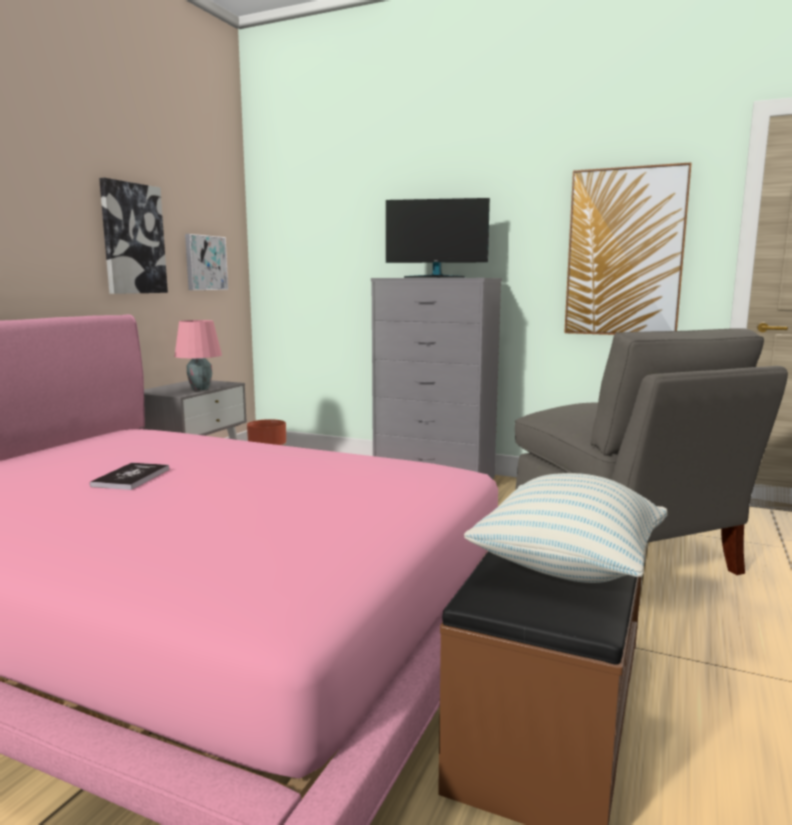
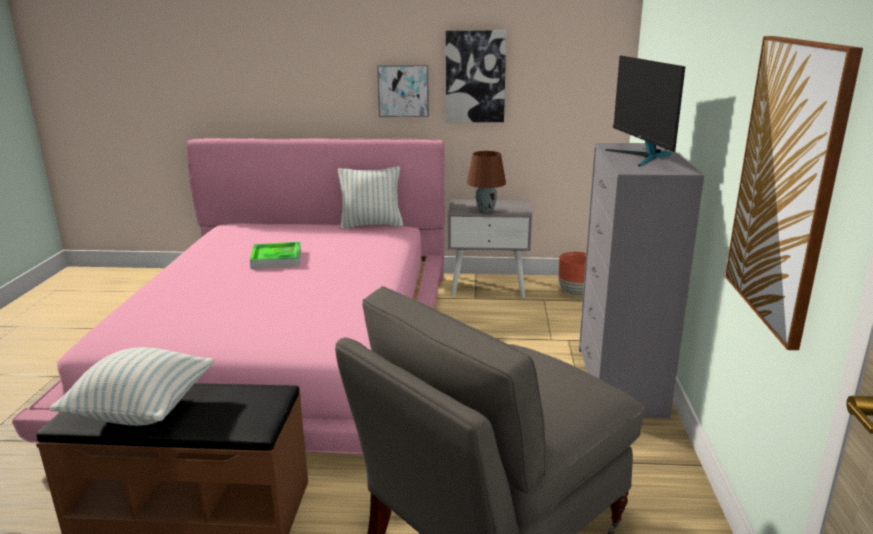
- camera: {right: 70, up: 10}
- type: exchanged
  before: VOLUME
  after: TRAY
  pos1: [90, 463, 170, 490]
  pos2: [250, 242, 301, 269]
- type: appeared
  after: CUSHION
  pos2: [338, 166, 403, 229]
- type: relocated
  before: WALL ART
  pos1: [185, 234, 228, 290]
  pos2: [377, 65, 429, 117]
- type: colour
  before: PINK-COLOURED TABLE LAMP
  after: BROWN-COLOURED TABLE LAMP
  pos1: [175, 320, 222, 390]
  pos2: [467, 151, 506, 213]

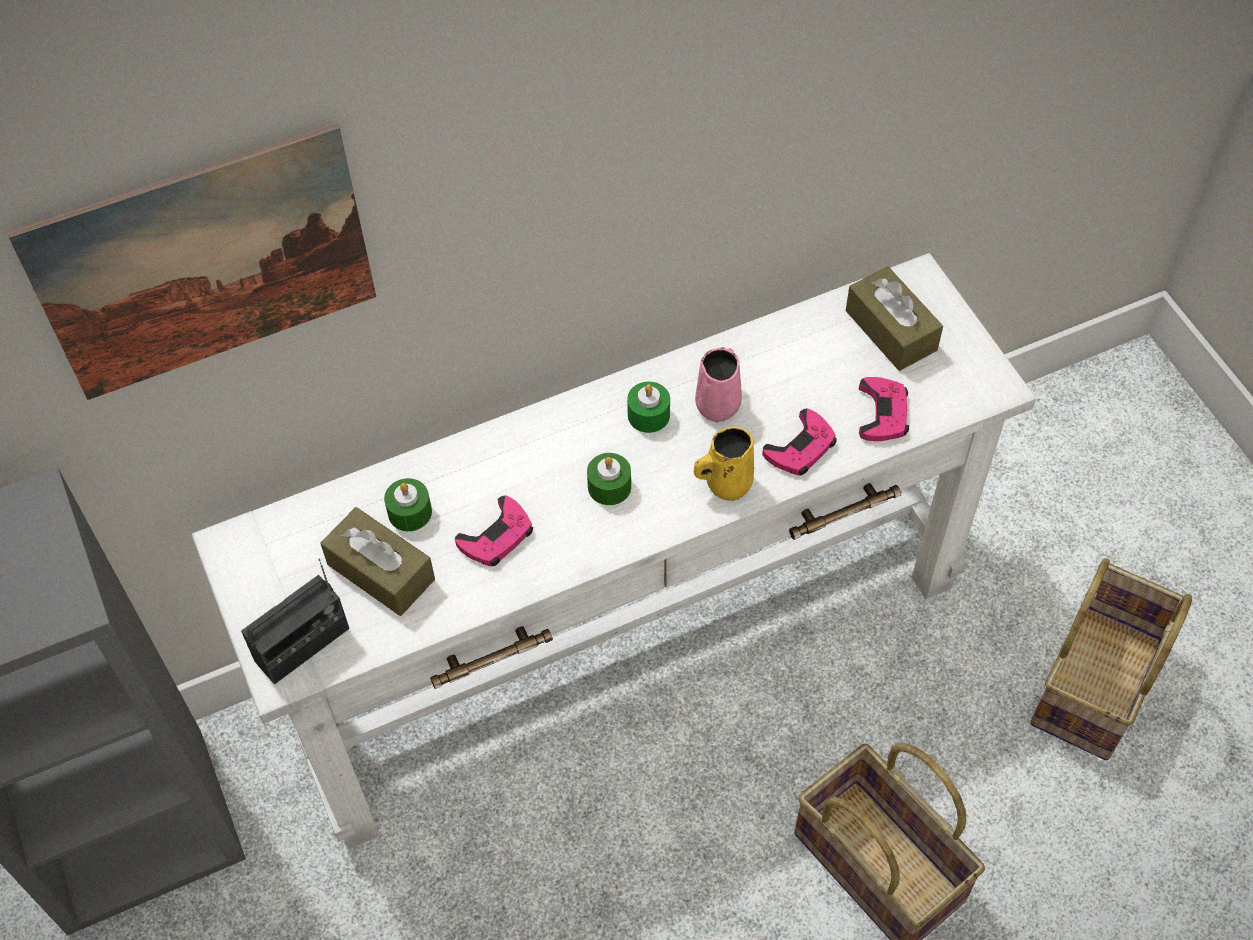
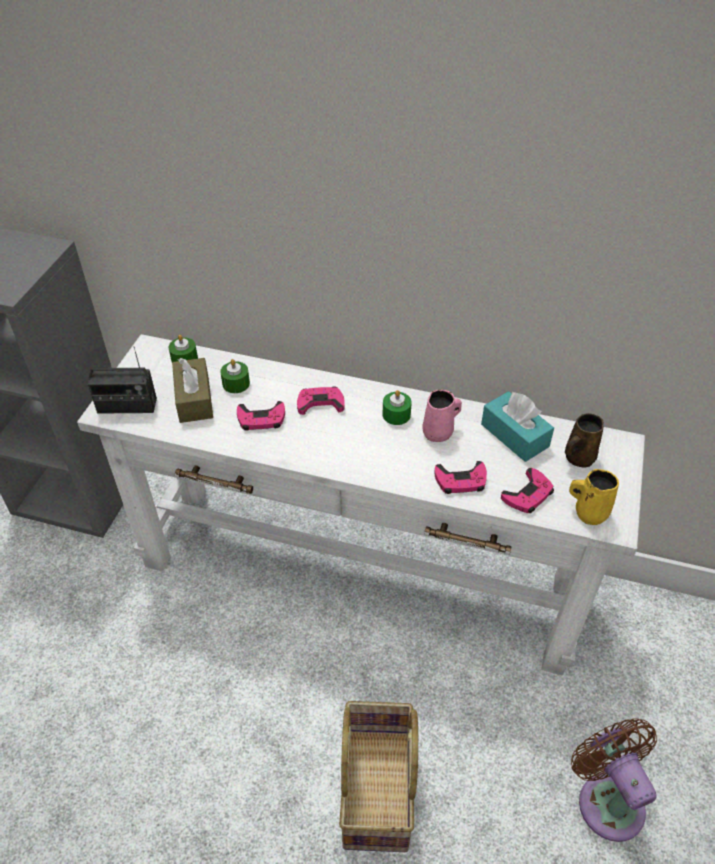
- camera: {right: 40, up: -10}
- type: relocated
  before: GREEN WAX LIGHT
  pos1: [587, 453, 631, 505]
  pos2: [168, 335, 198, 362]
- type: appeared
  after: PINK-COLOURED JOYPAD
  pos2: [297, 386, 345, 415]
- type: appeared
  after: TURQUOISE BOX OF TISSUES
  pos2: [481, 391, 554, 462]
- type: exchanged
  before: BROWN-COLOURED BOX OF TISSUES
  after: BROWN-COLOURED COFFEE MUG
  pos1: [846, 266, 943, 371]
  pos2: [565, 413, 604, 467]
- type: relocated
  before: YELLOWISH COFFEE MUG
  pos1: [694, 427, 754, 501]
  pos2: [569, 469, 619, 525]
- type: exchanged
  before: STORAGE BASKET
  after: BROWN-COLOURED FAN
  pos1: [1030, 558, 1192, 760]
  pos2: [571, 718, 657, 842]
- type: missing
  before: WALL ART
  pos1: [7, 123, 376, 400]

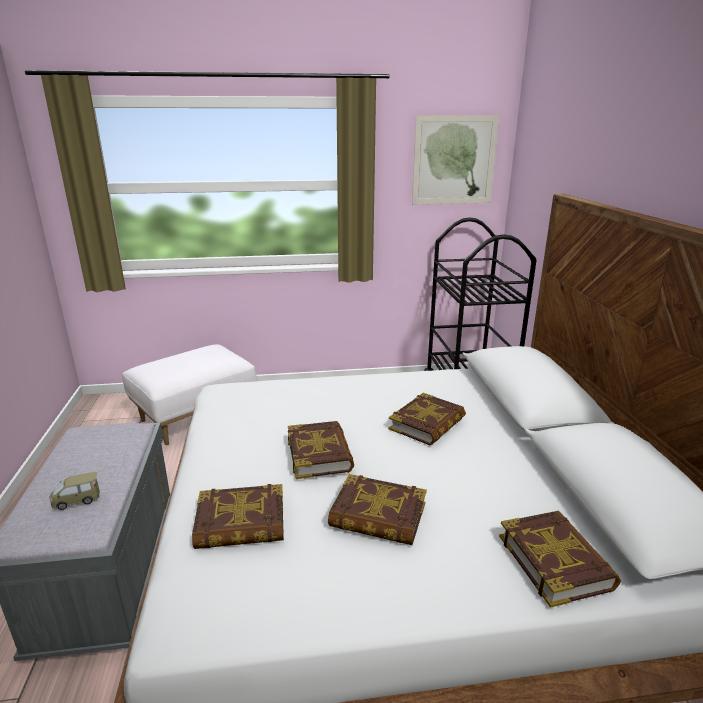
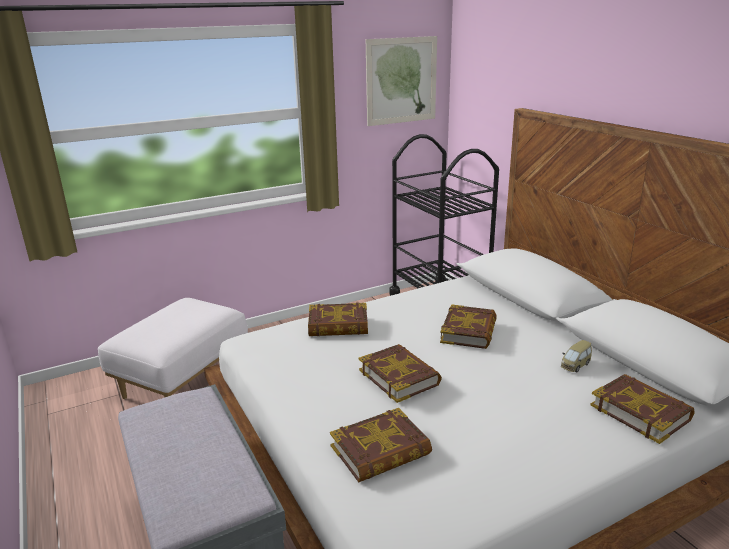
- camera: {right: -20, up: 0}
- type: relocated
  before: VOLUME
  pos1: [328, 474, 427, 545]
  pos2: [308, 302, 368, 336]
- type: relocated
  before: MODEL CAR
  pos1: [50, 472, 99, 510]
  pos2: [561, 340, 592, 372]

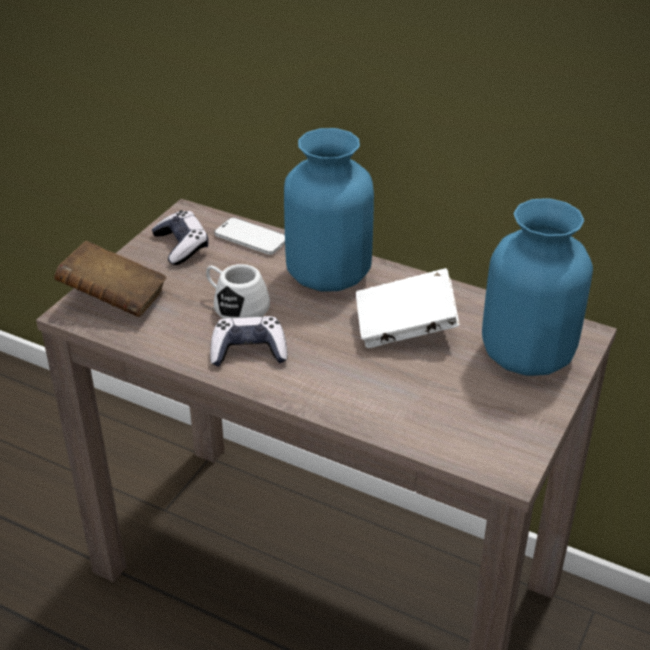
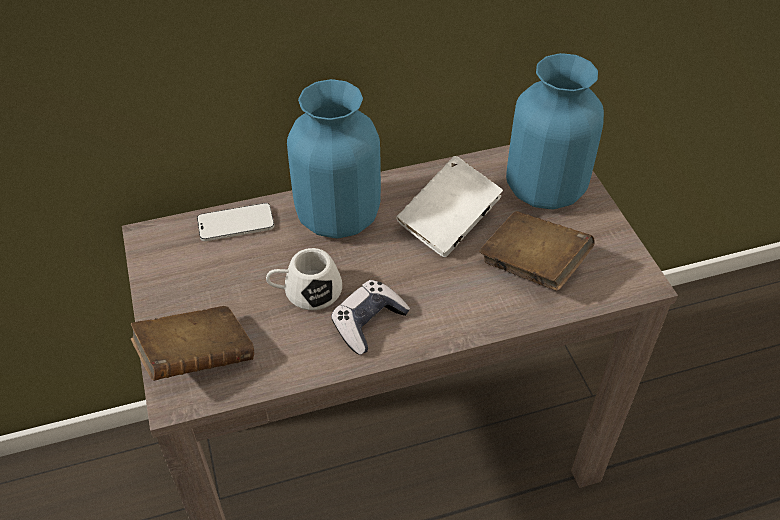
- camera: {right: -45, up: 10}
- type: appeared
  after: BROWN-COLOURED VOLUME
  pos2: [479, 211, 595, 291]
- type: missing
  before: JOYPAD
  pos1: [152, 210, 208, 265]

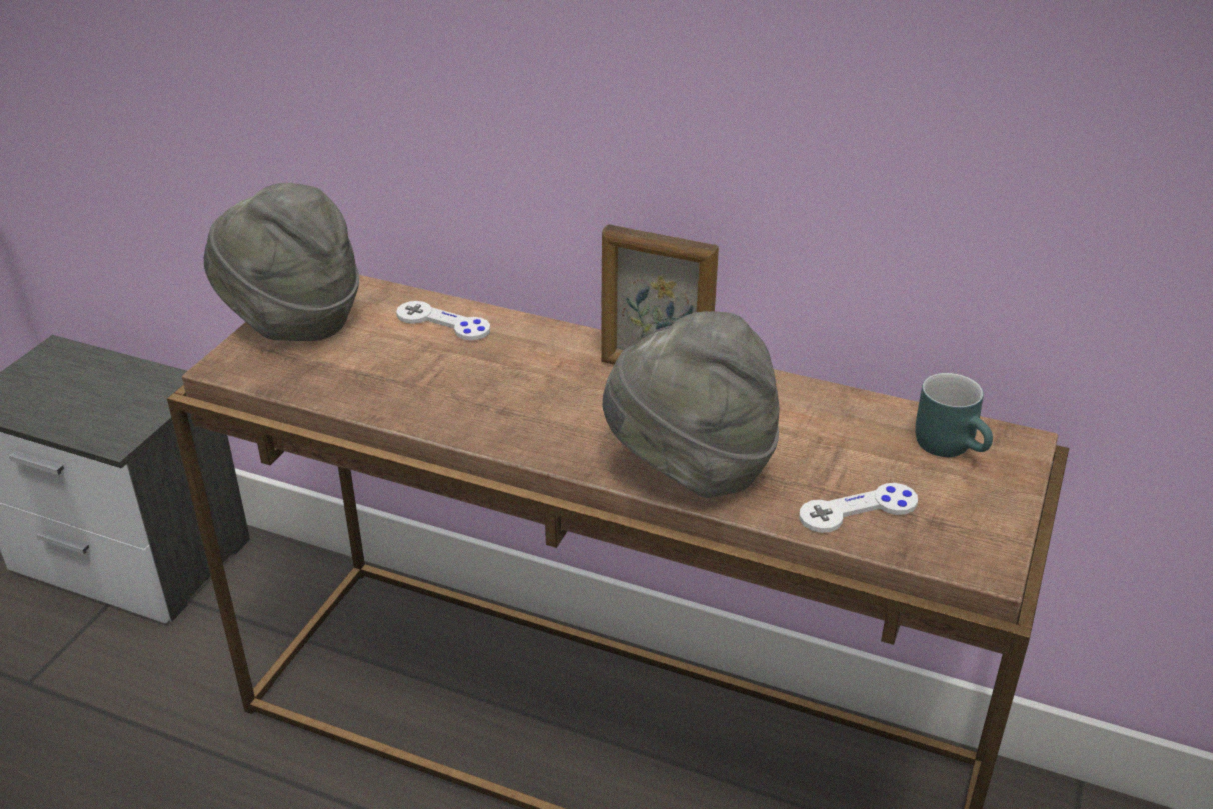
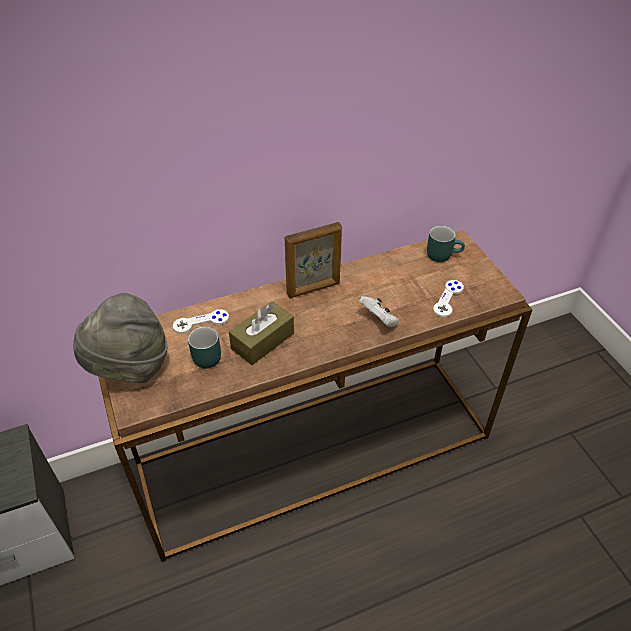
- camera: {right: -45, up: 10}
- type: appeared
  after: TURQUOISE COFFEE MUG
  pos2: [188, 326, 221, 369]
- type: appeared
  after: BROWN-COLOURED BOX OF TISSUES
  pos2: [229, 301, 294, 365]
- type: exchanged
  before: GRAY WEARABLE HAT
  after: WHITISH JOYPAD
  pos1: [602, 311, 779, 498]
  pos2: [359, 296, 399, 327]

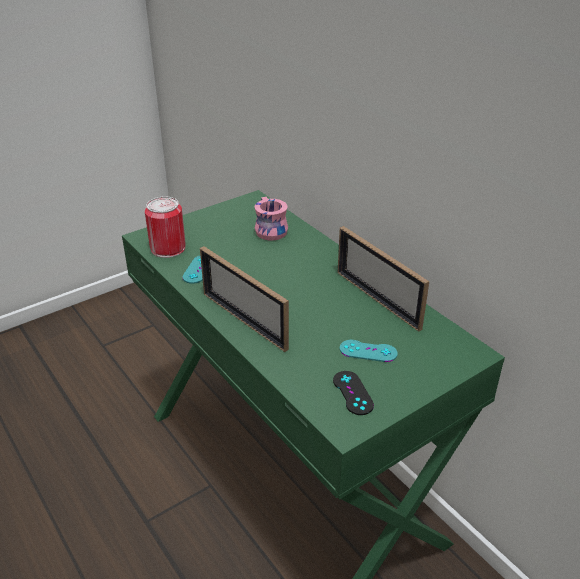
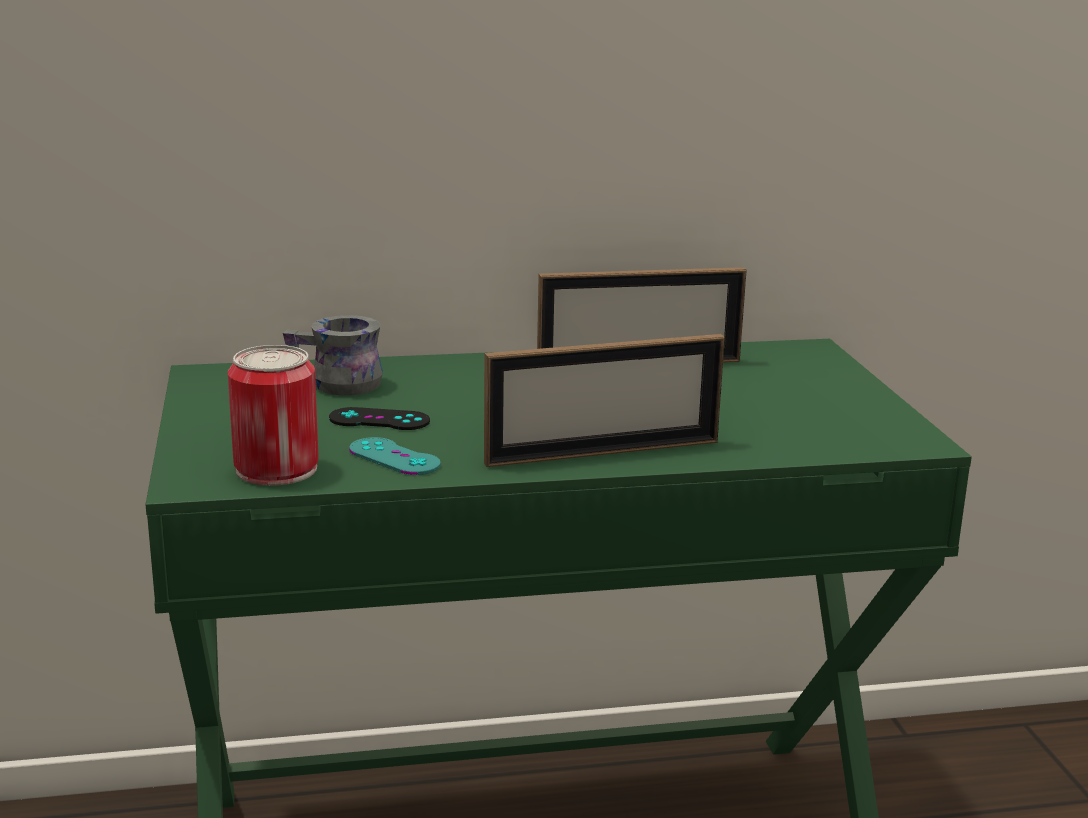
- camera: {right: -65, up: -15}
- type: colour
  before: PINK-COLOURED COFFEE MUG
  after: GRAY COFFEE MUG
  pos1: [255, 197, 288, 241]
  pos2: [283, 315, 383, 395]
- type: relocated
  before: BLACK JOYPAD
  pos1: [333, 371, 374, 415]
  pos2: [329, 407, 430, 430]
- type: missing
  before: TURQUOISE JOYPAD
  pos1: [340, 340, 398, 362]

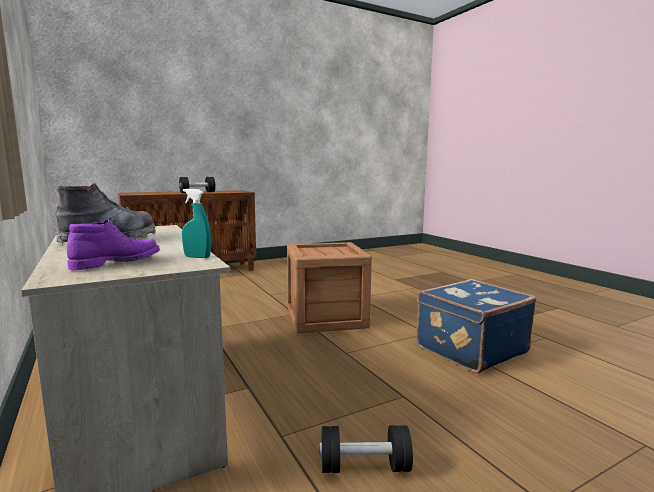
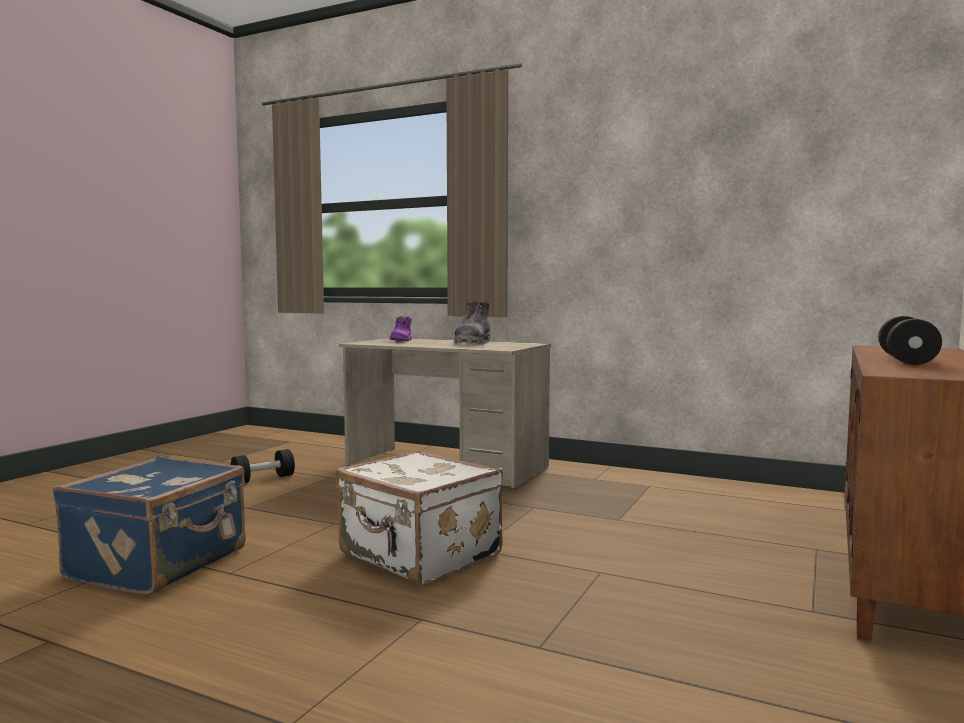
- camera: {right: 145, up: -5}
- type: exchanged
  before: SHIPPING CRATE
  after: WHITISH PIECE OF LUGGAGE
  pos1: [287, 242, 372, 333]
  pos2: [335, 450, 503, 586]
- type: missing
  before: TURQUOISE SPRAY BOTTLE
  pos1: [182, 189, 211, 258]

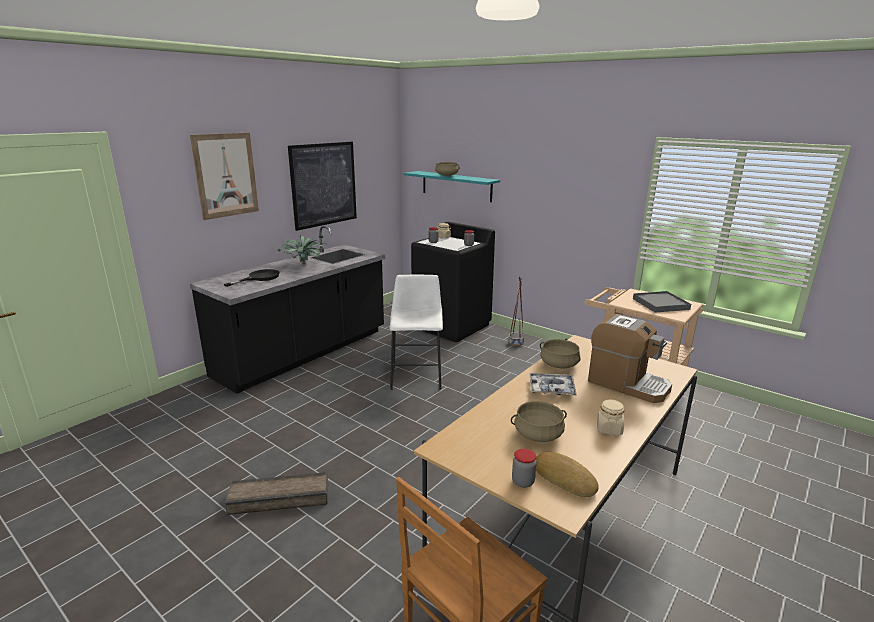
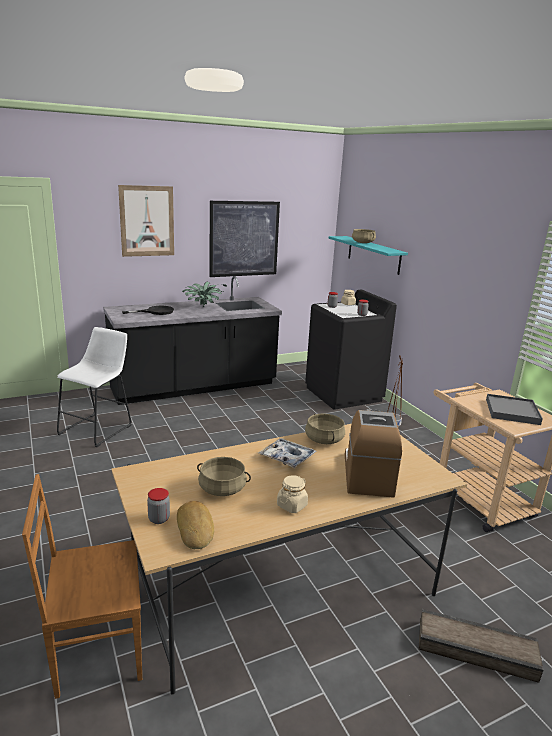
- camera: {right: 25, up: 0}
- type: relocated
  before: WHITISH STOOL SEAT
  pos1: [390, 275, 443, 390]
  pos2: [57, 327, 131, 447]
- type: spun
  before: COFFEE BREWER
  pos1: [588, 314, 672, 403]
  pos2: [345, 409, 402, 498]
  turn: -150
- type: relocated
  before: SHIPPING CRATE
  pos1: [225, 472, 328, 515]
  pos2: [419, 609, 544, 683]

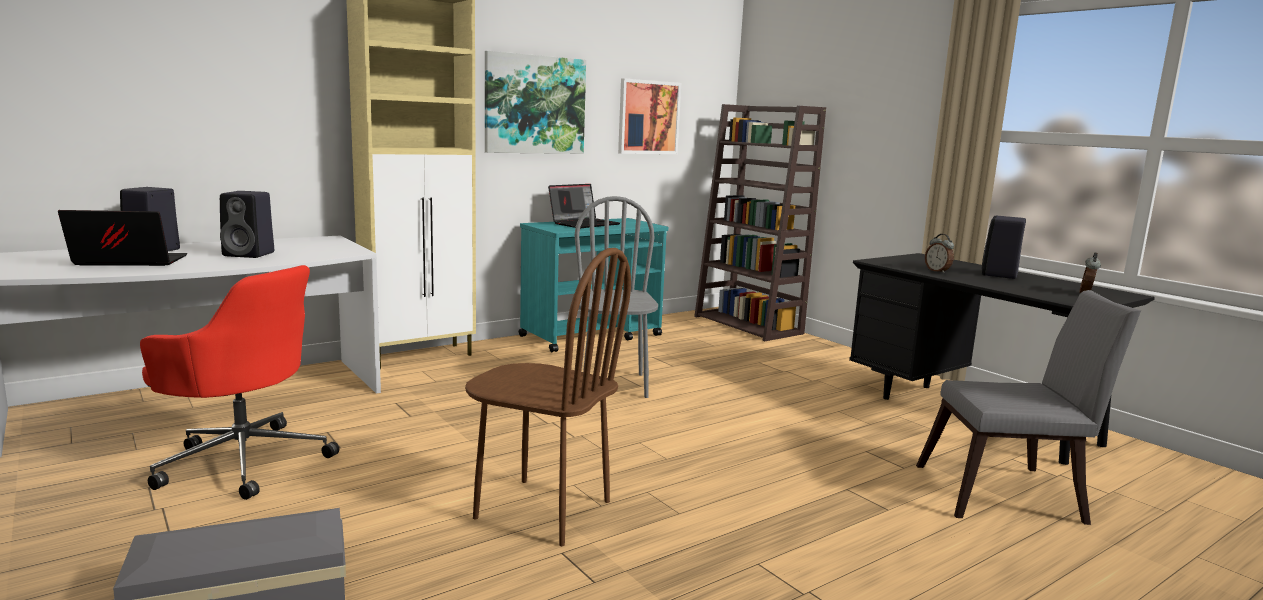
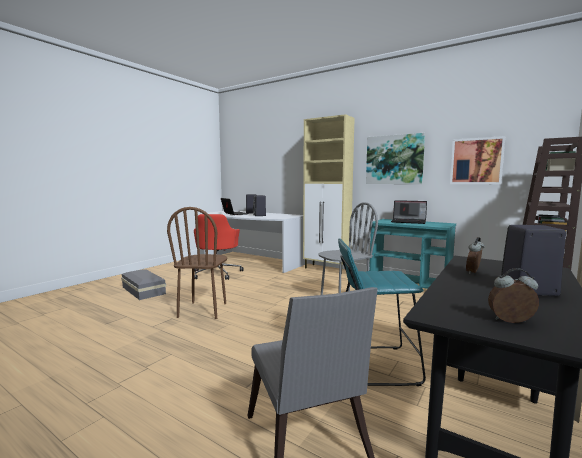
- camera: {right: 70, up: -5}
- type: appeared
  after: TURQUOISE STOOL SEAT
  pos2: [338, 239, 426, 386]

